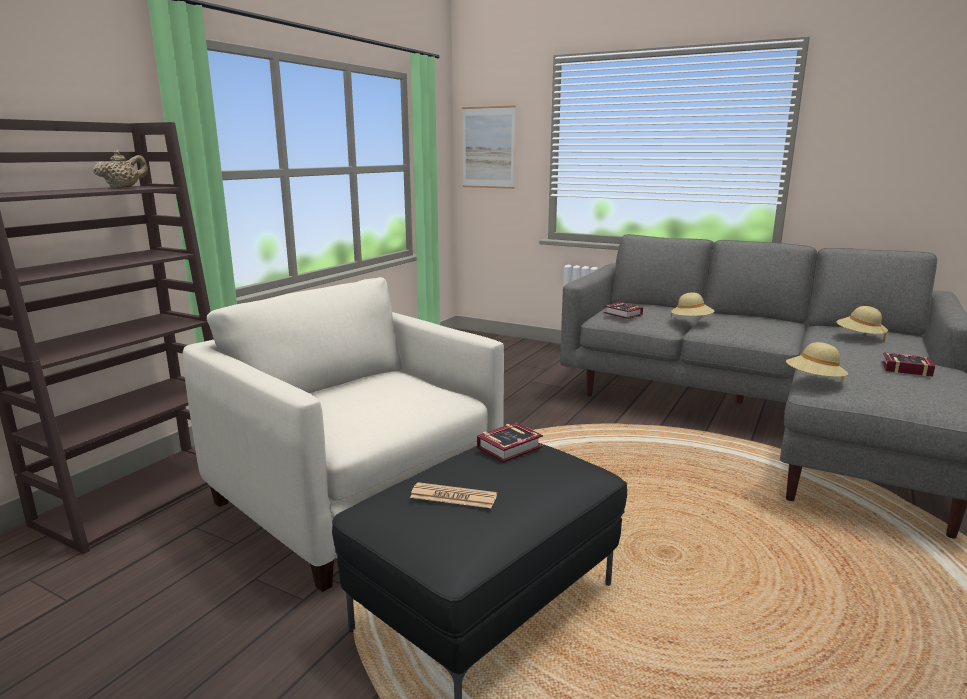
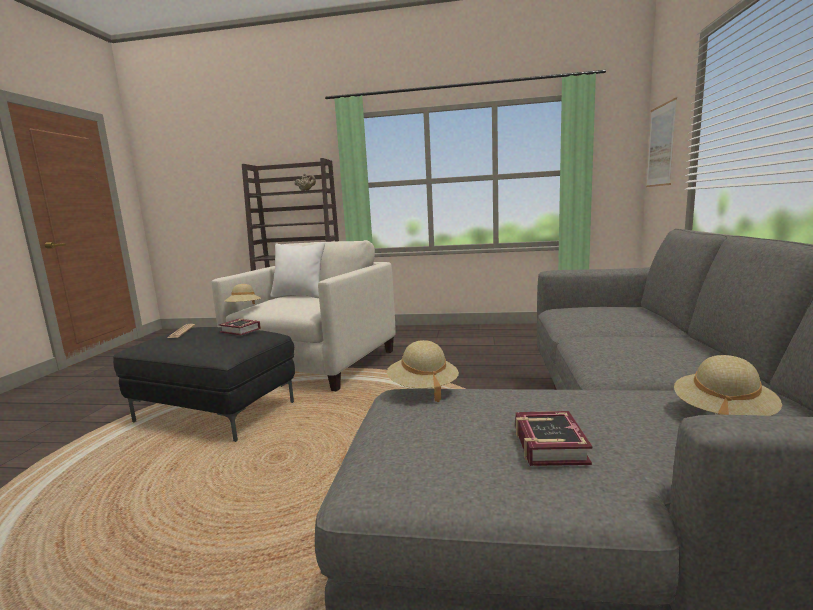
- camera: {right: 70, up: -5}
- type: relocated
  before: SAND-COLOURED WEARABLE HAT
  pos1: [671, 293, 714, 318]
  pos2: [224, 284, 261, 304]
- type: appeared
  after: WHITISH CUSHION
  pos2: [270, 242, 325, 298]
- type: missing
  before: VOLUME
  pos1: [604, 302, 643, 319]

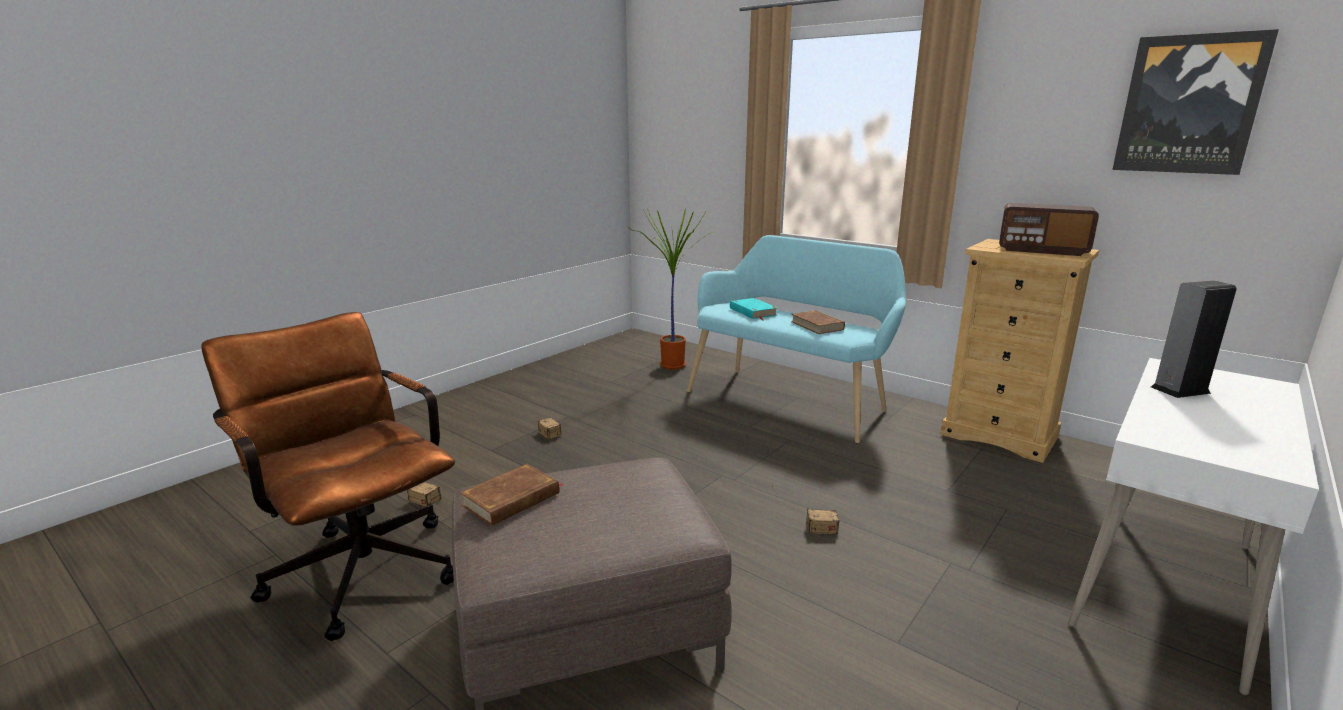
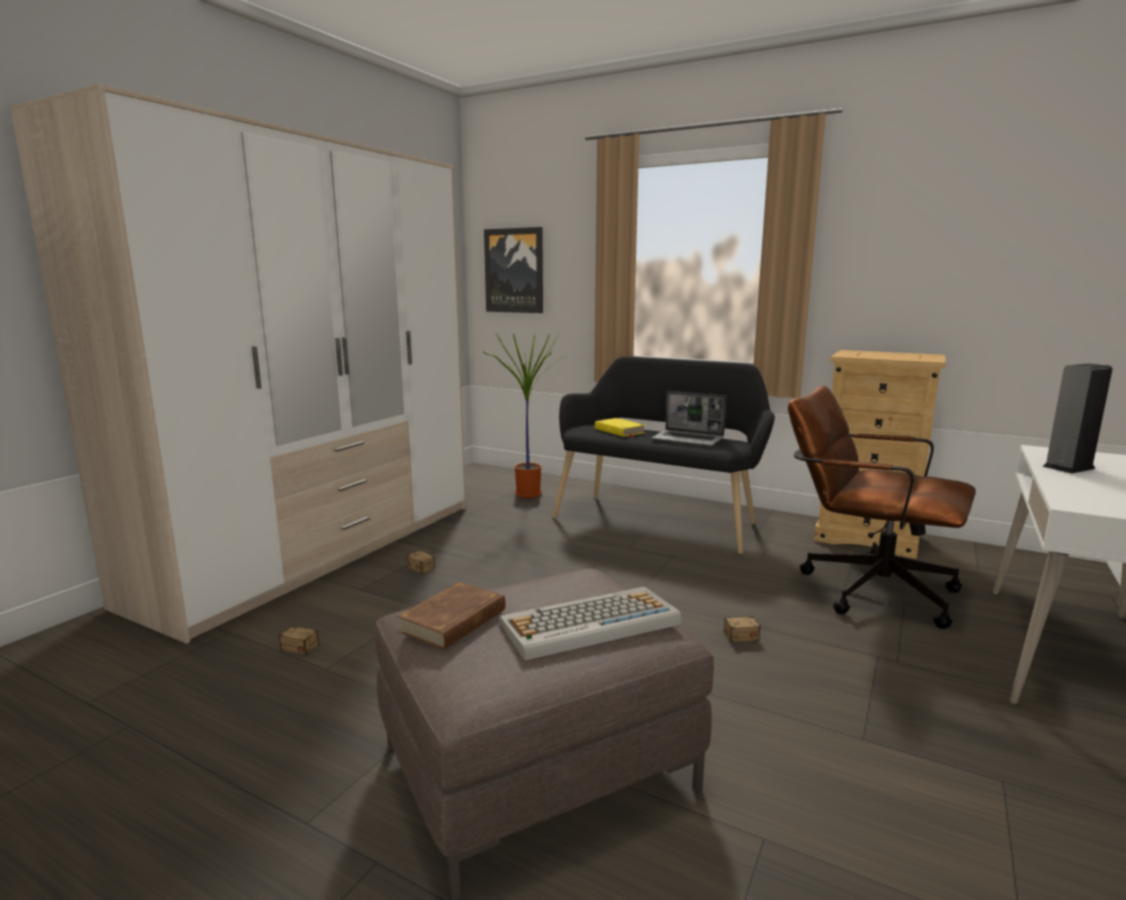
- camera: {right: -10, up: -5}
- type: appeared
  after: CLOTHES CUPBOARD
  pos2: [10, 84, 466, 644]
- type: relocated
  before: WALL ART
  pos1: [1112, 29, 1279, 175]
  pos2: [484, 227, 543, 313]
- type: appeared
  after: PC KEYBOARD
  pos2: [499, 587, 681, 661]
- type: colour
  before: TURQUOISE BENCH
  after: BLACK BENCH
  pos1: [687, 235, 906, 444]
  pos2: [553, 357, 775, 554]
- type: colour
  before: TURQUOISE VOLUME
  after: YELLOWISH VOLUME
  pos1: [730, 298, 778, 321]
  pos2: [595, 418, 645, 438]
- type: exchanged
  before: BROWN-COLOURED VOLUME
  after: NOTEBOOK COMPUTER
  pos1: [791, 310, 845, 334]
  pos2: [652, 391, 726, 446]
- type: relocated
  before: BROWN-COLOURED OFFICE CHAIR
  pos1: [201, 312, 455, 641]
  pos2: [788, 385, 976, 629]
- type: missing
  before: RADIO
  pos1: [999, 203, 1099, 256]

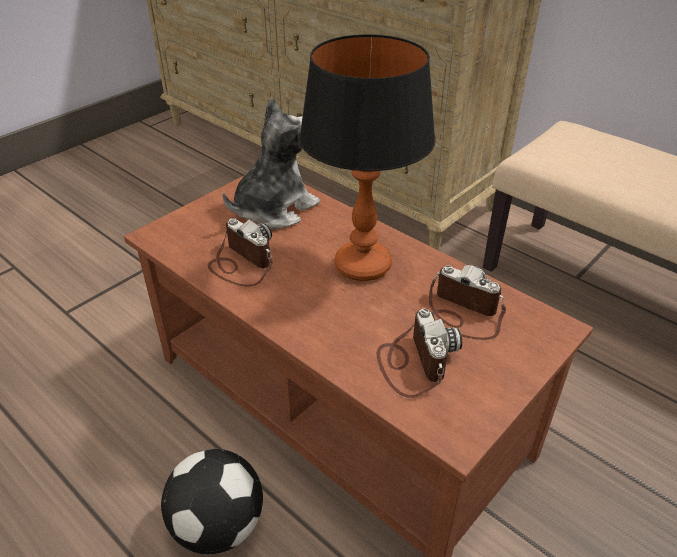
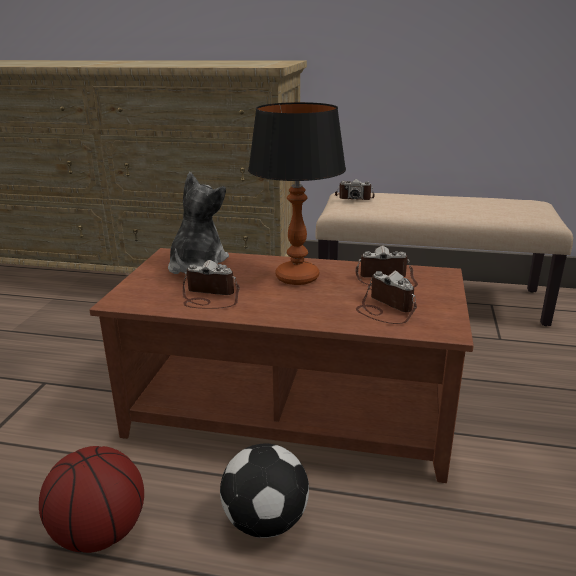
- camera: {right: -30, up: -15}
- type: appeared
  after: BASKETBALL
  pos2: [39, 446, 144, 553]
- type: appeared
  after: STILL CAMERA
  pos2: [335, 179, 374, 200]

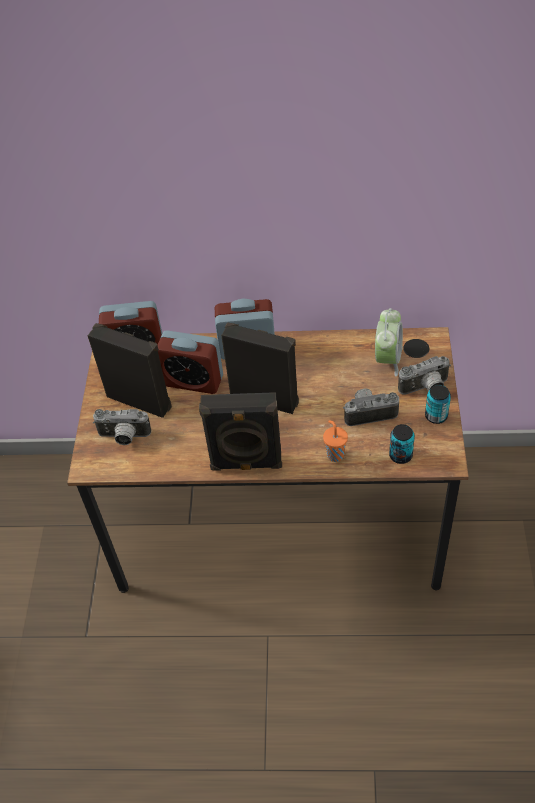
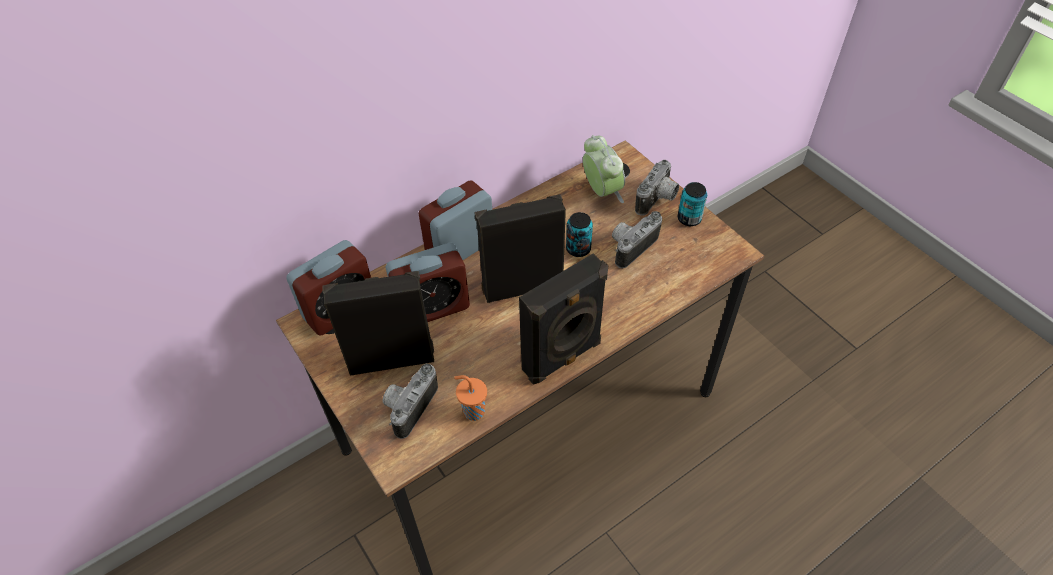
- camera: {right: -40, up: 0}
- type: spun
  before: STILL CAMERA
  pos1: [93, 409, 151, 445]
  pos2: [383, 364, 438, 439]
  turn: 150
- type: relocated
  before: ORANGE-COLOURED SMALL CUP
  pos1: [323, 420, 348, 462]
  pos2: [454, 375, 487, 421]
- type: relocated
  before: SEALED CAN
  pos1: [389, 424, 415, 464]
  pos2: [566, 212, 593, 257]

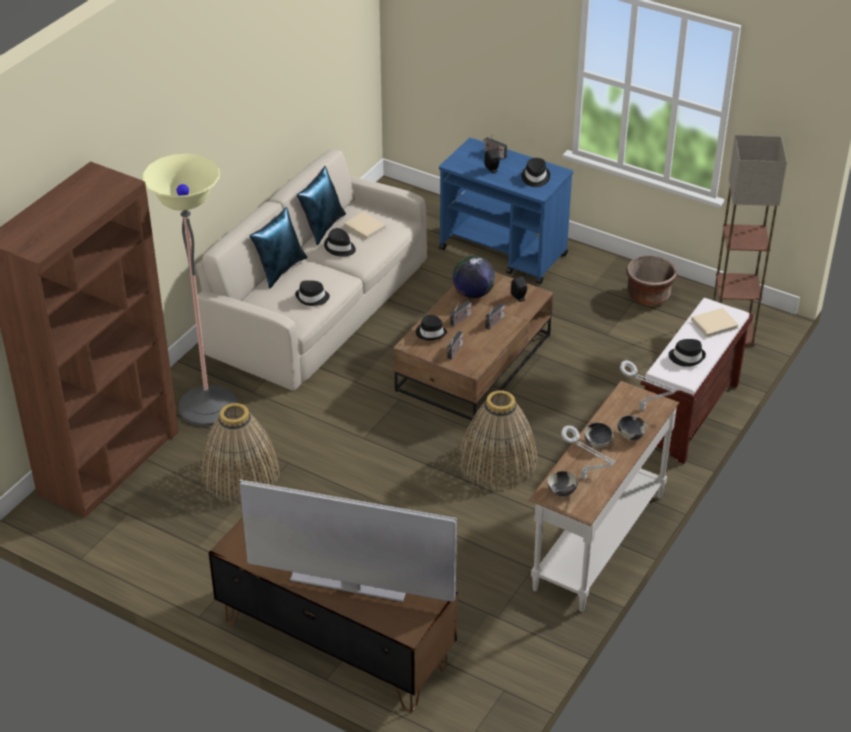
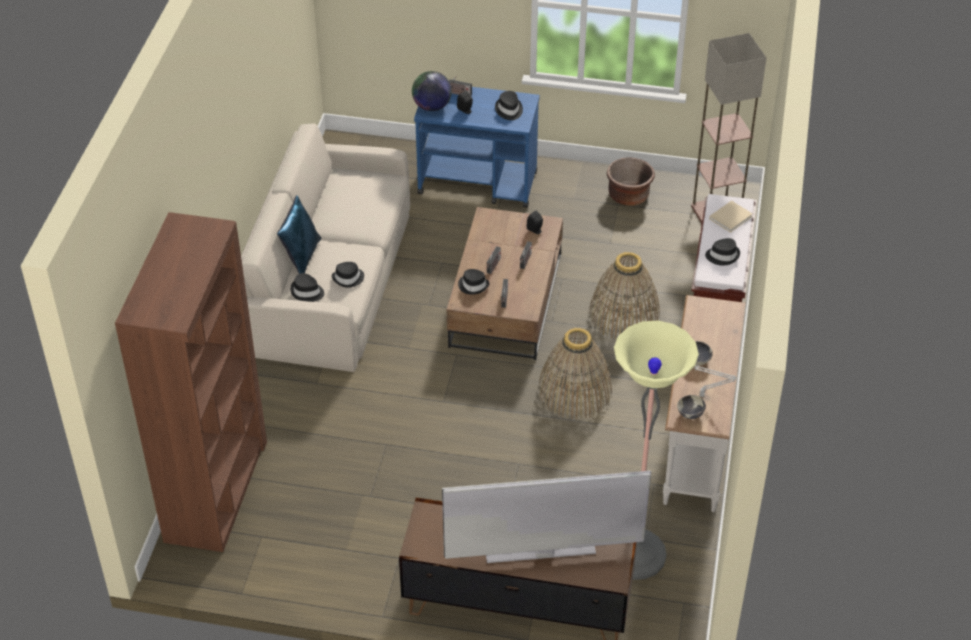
- camera: {right: -20, up: 5}
- type: relocated
  before: BLACK WEARABLE HAT
  pos1: [324, 228, 356, 257]
  pos2: [290, 273, 324, 302]
- type: relocated
  before: DESK GLOBE
  pos1: [452, 255, 495, 298]
  pos2: [412, 71, 452, 111]
- type: relocated
  before: STORAGE BASKET
  pos1: [201, 403, 280, 503]
  pos2: [589, 252, 660, 339]
- type: relocated
  before: STANDING LAMP
  pos1: [142, 154, 237, 427]
  pos2: [614, 321, 699, 580]
- type: missing
  before: BLUE CUSHION
  pos1: [297, 166, 346, 245]
- type: missing
  before: SAND-COLOURED VOLUME
  pos1: [344, 212, 386, 239]
- type: missing
  before: BOWL
  pos1: [618, 415, 647, 440]
- type: missing
  before: GRAY TABLE LAMP
  pos1: [620, 360, 676, 411]

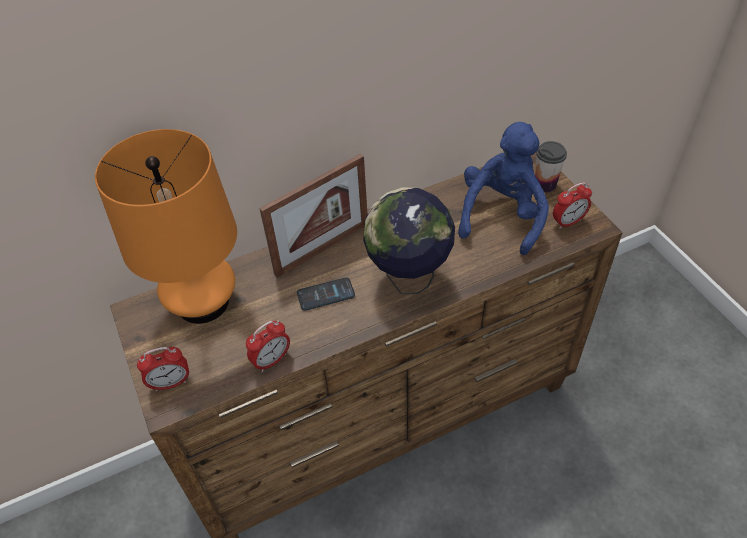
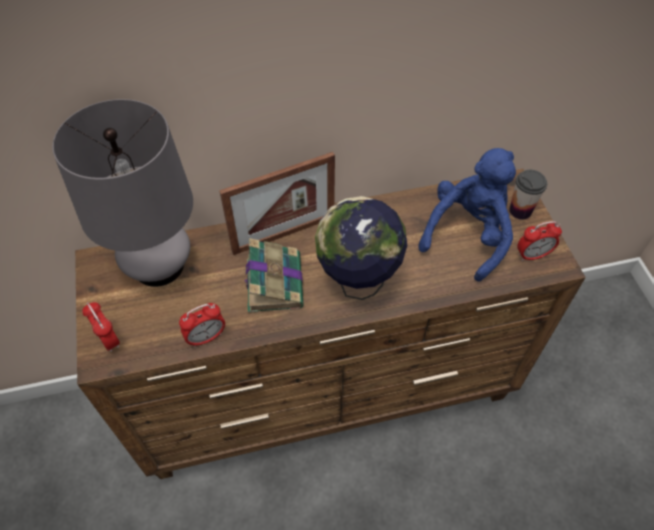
- camera: {right: 10, up: 5}
- type: colour
  before: ORANGE-COLOURED TABLE LAMP
  after: GRAY TABLE LAMP
  pos1: [95, 129, 237, 324]
  pos2: [52, 99, 193, 287]
- type: spun
  before: BEDSIDE CLOCK
  pos1: [137, 347, 189, 392]
  pos2: [82, 302, 120, 352]
  turn: 60
- type: exchanged
  before: PHONE
  after: VOLUME
  pos1: [297, 277, 355, 311]
  pos2: [245, 238, 304, 313]

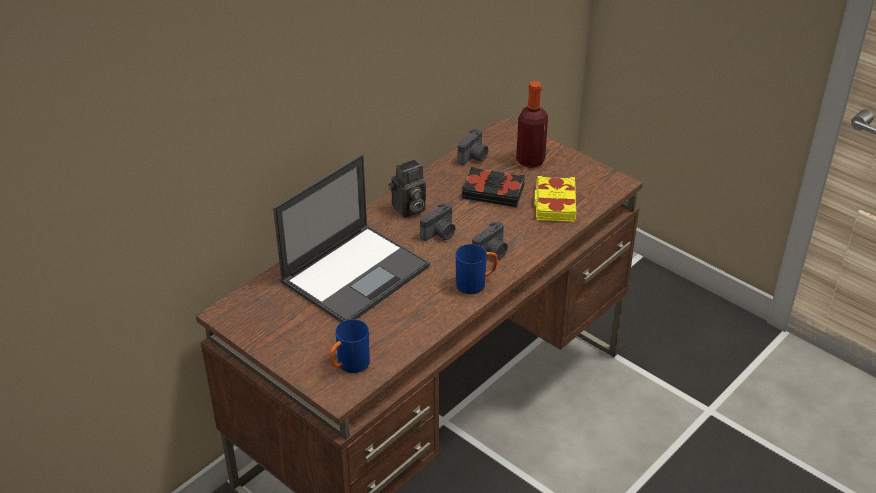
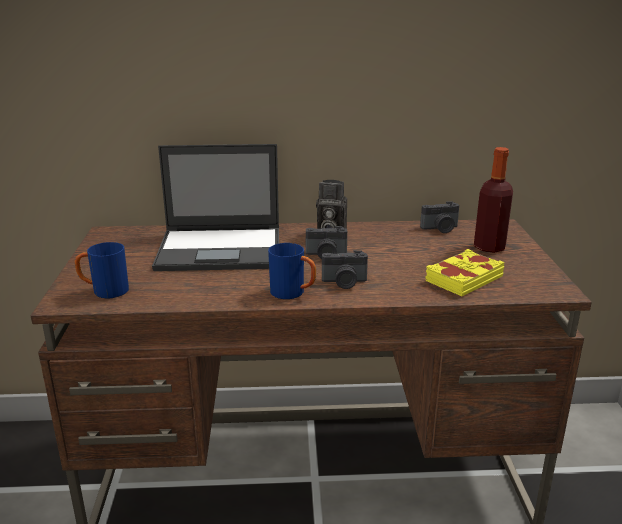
- camera: {right: 45, up: -15}
- type: missing
  before: BLACK VOLUME
  pos1: [462, 166, 525, 207]

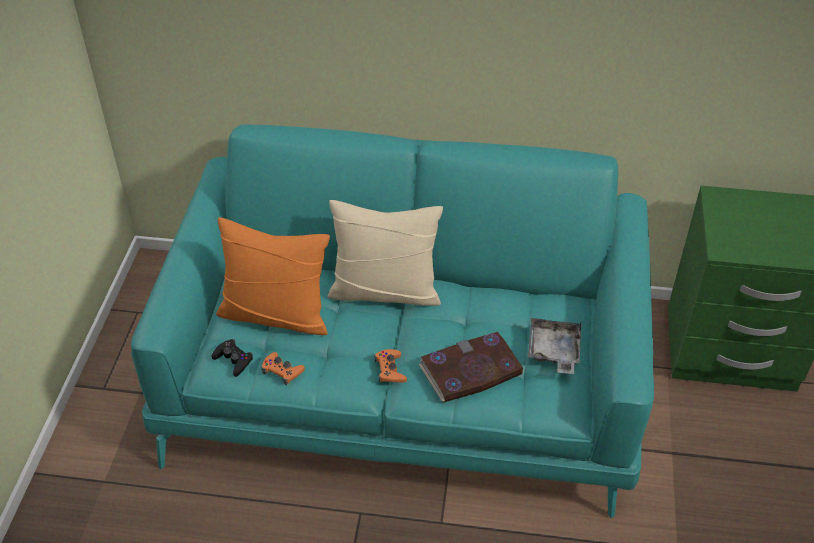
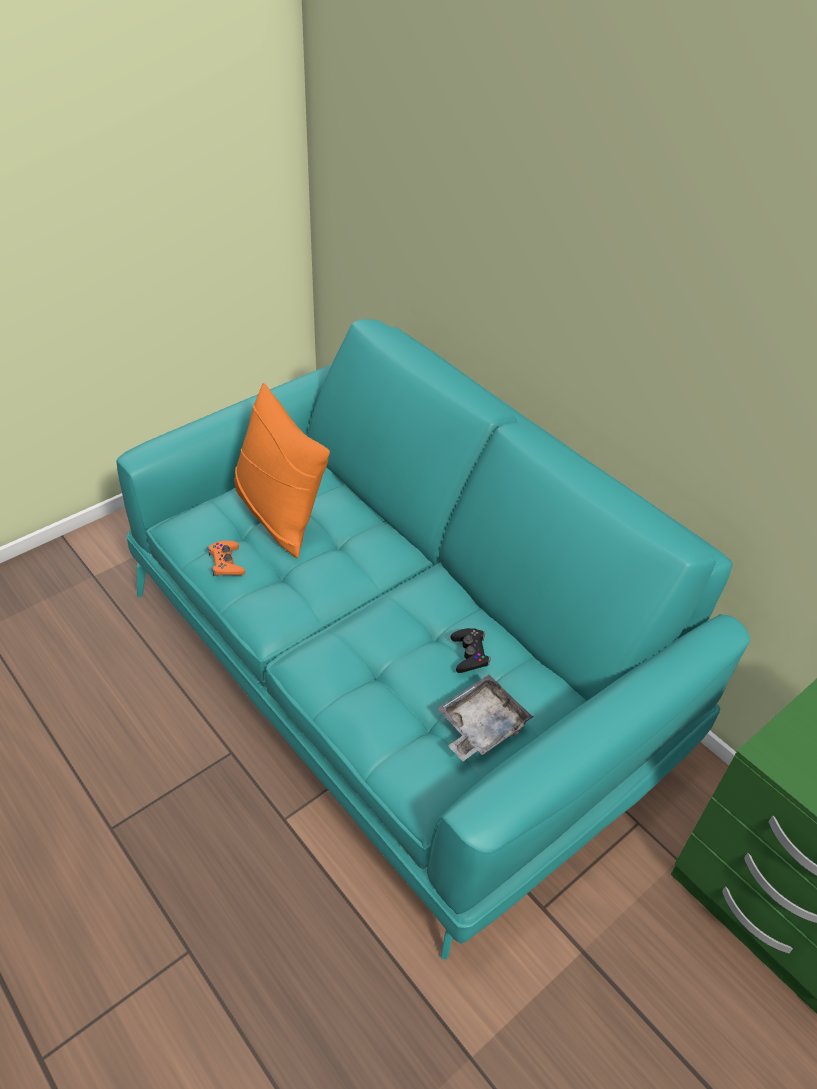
- camera: {right: 40, up: 0}
- type: relocated
  before: BLACK JOYPAD
  pos1: [212, 339, 253, 377]
  pos2: [451, 628, 490, 673]
- type: missing
  before: SAND-COLOURED CUSHION
  pos1: [328, 200, 443, 306]
- type: missing
  before: ORANGE-COLOURED JOYPAD
  pos1: [374, 349, 407, 383]
- type: missing
  before: VOLUME
  pos1: [419, 332, 523, 402]

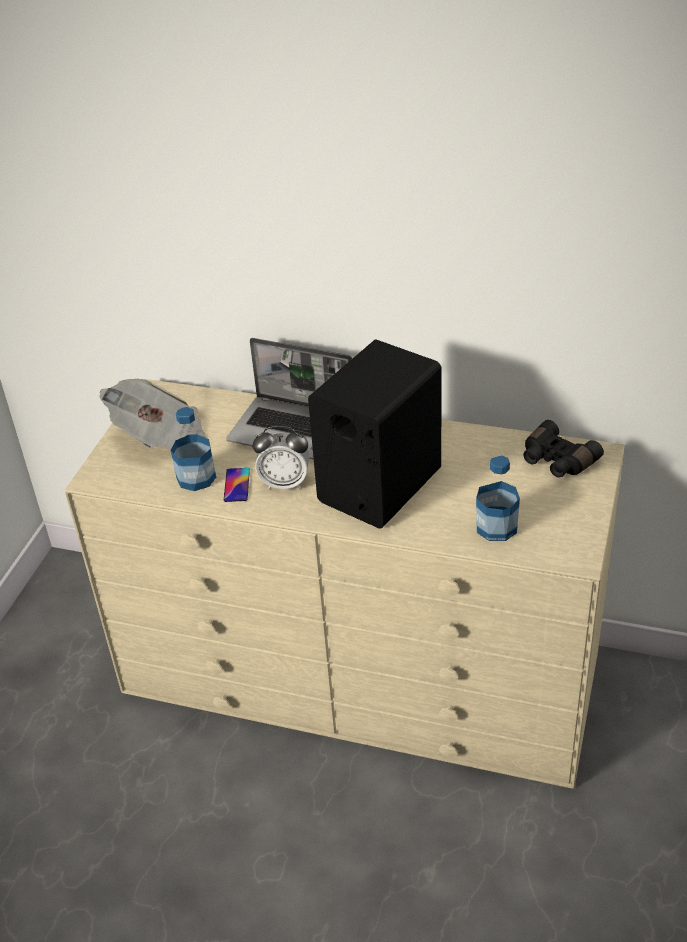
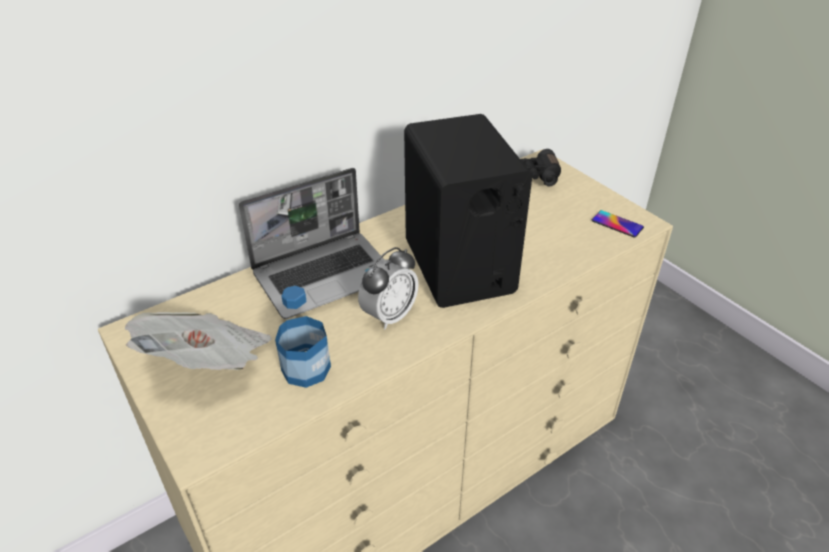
- camera: {right: -55, up: 0}
- type: relocated
  before: PHONE
  pos1: [224, 468, 250, 502]
  pos2: [591, 210, 644, 237]
- type: missing
  before: BEVERAGE BOTTLE
  pos1: [476, 455, 520, 541]

